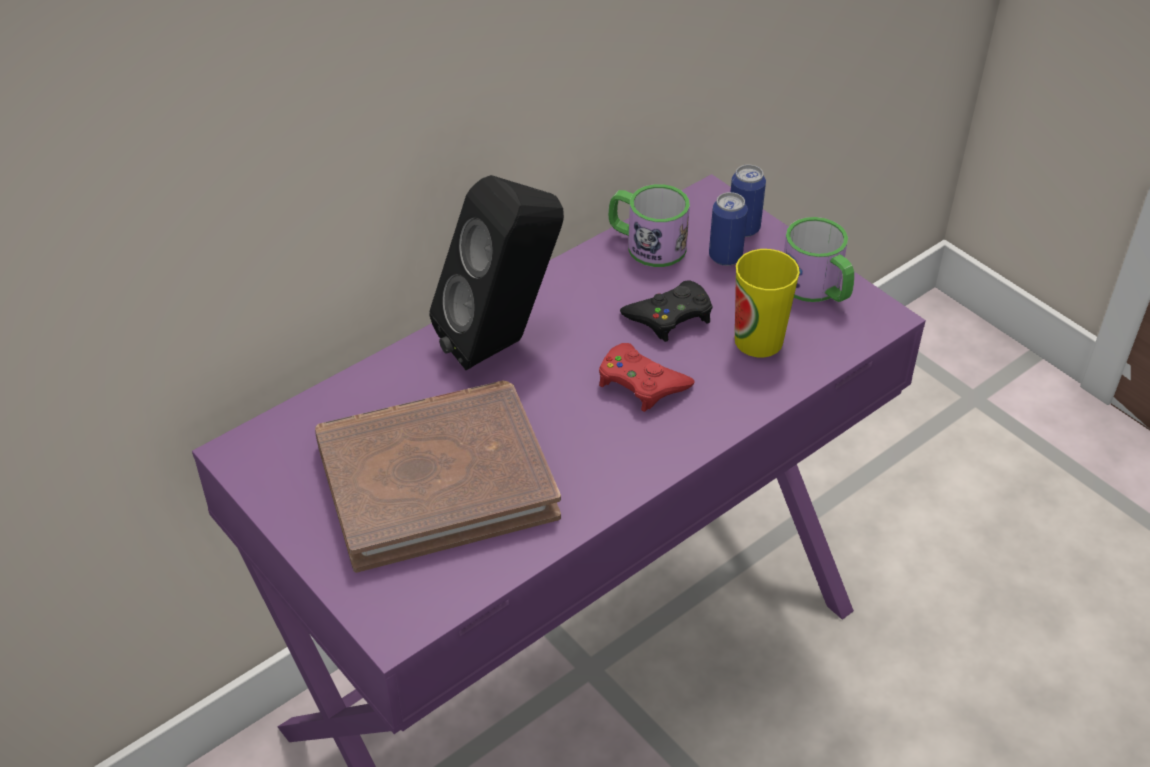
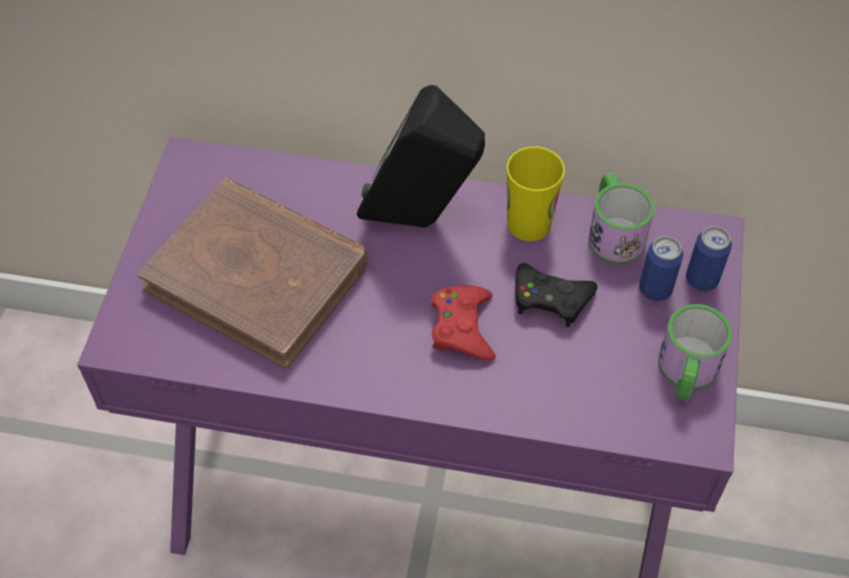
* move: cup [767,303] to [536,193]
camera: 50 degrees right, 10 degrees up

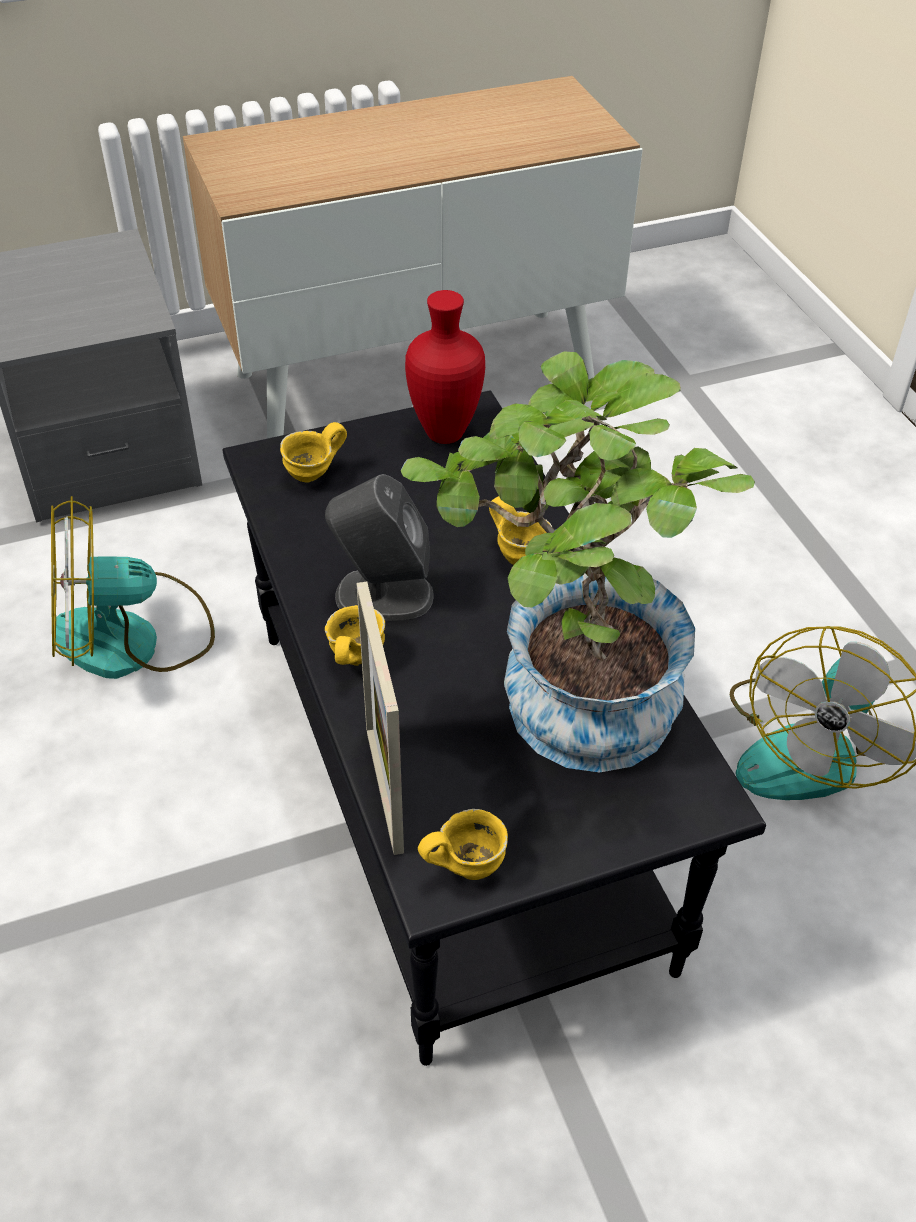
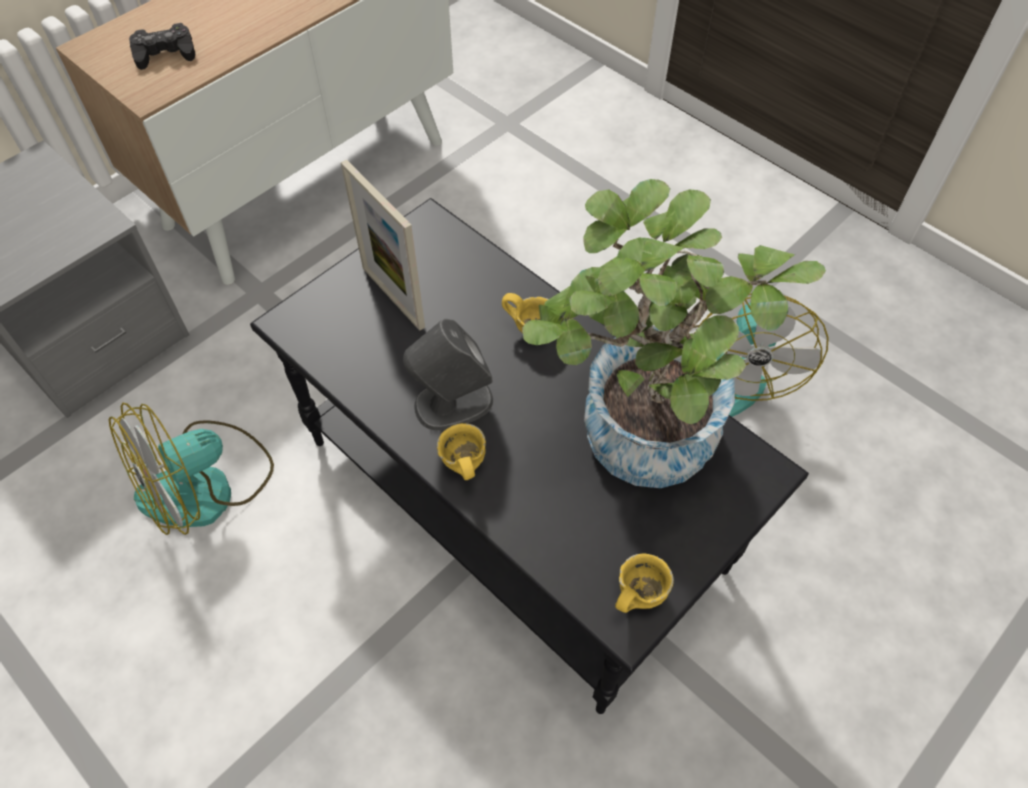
* insert: game controller in black [162,46]
* move: picture frame [380,718] to [383,245]
* delete: mug in yellow [313,452]
* delete: vase in red [445,367]
camera: 25 degrees left, 10 degrees up

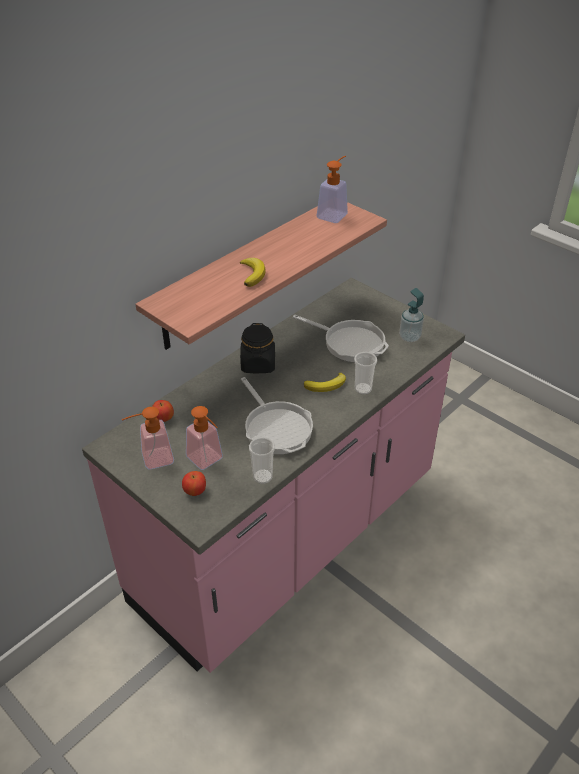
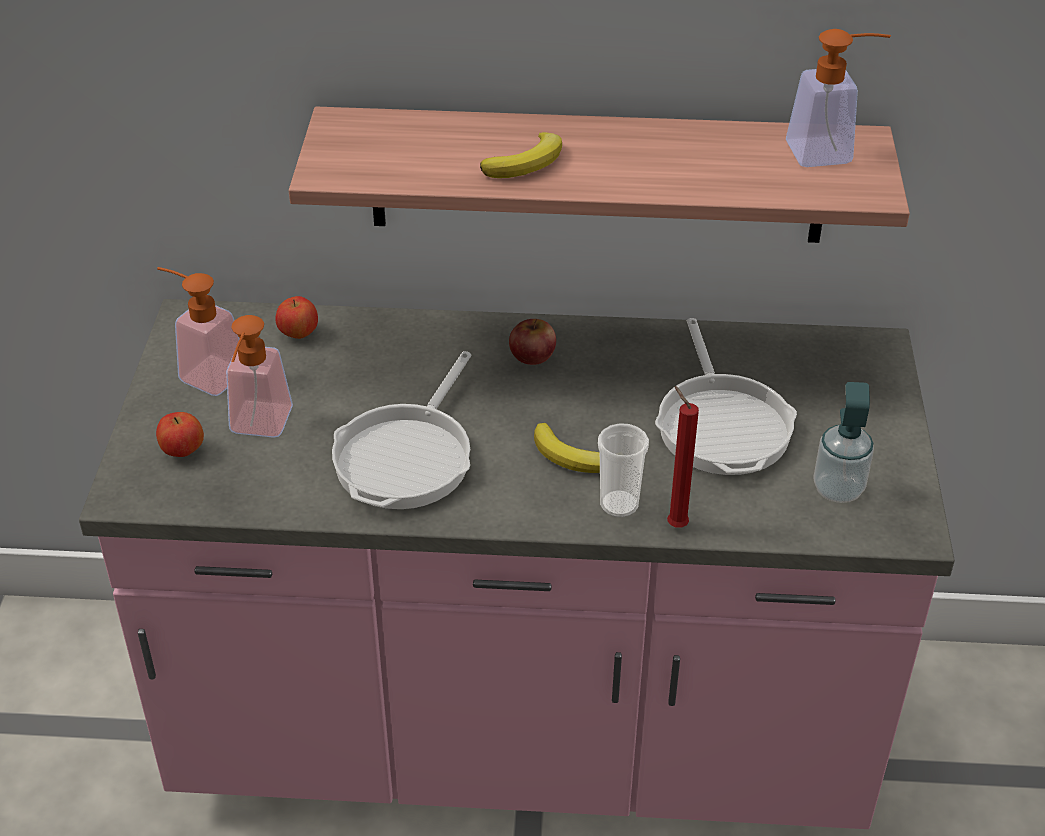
* replace: jar in black [257,348] to apple [532,342]
* insert: candle in red [683,457]
* delete: cup [262,460]
camera: 50 degrees right, 0 degrees up

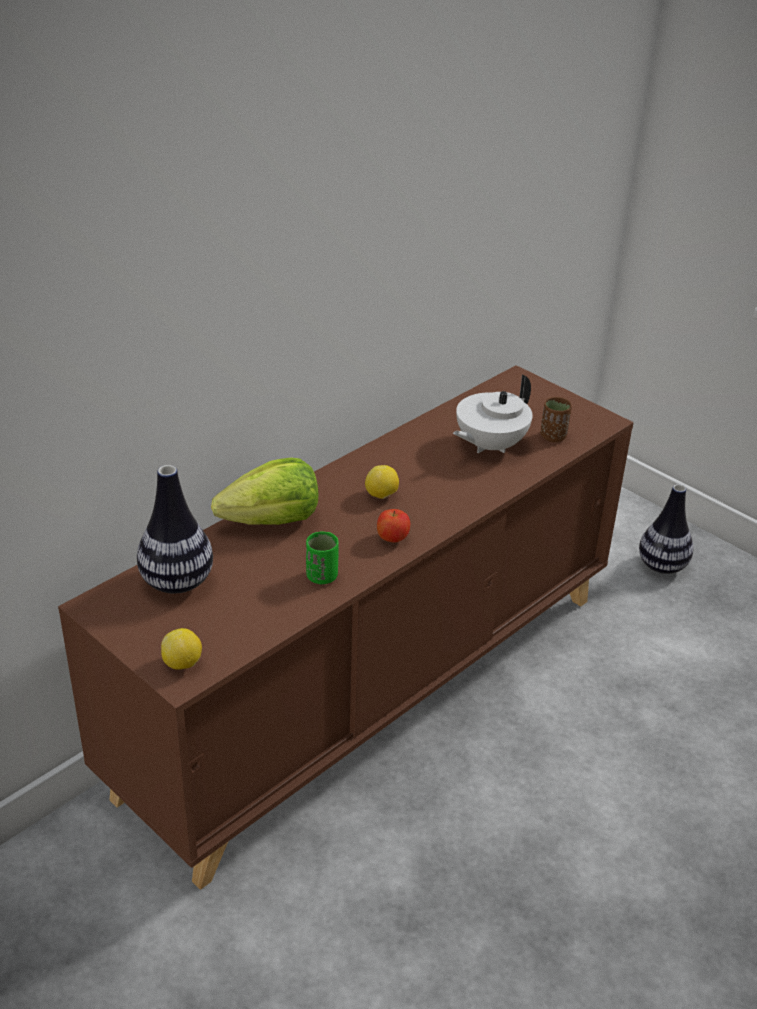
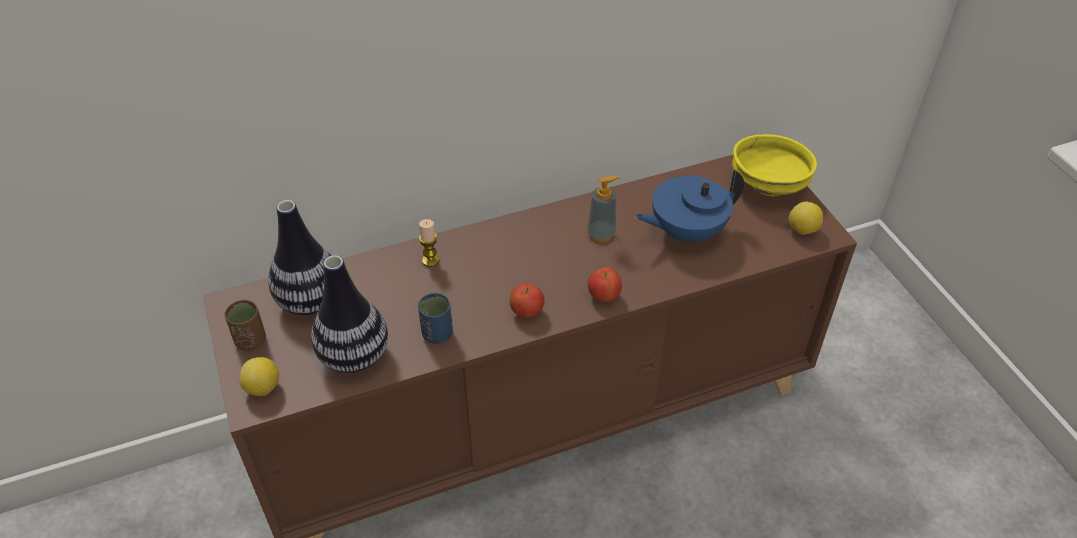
* move: cup in brown [556,419] to [245,325]
* move: vase [666,529] to [349,314]
* recolor: cup in green [322,557] to cup in blue [435,318]
* replace: lettuce [264,491] to candle [429,243]
* insert: soap dispenser [603,208]
* insert: apple [605,284]
* recolor: teapot in white [493,413] to teapot in blue [689,207]
* insert: bowl in yellow [774,165]
* move: lemon [382,482] to [806,218]
camera: 25 degrees right, 10 degrees up

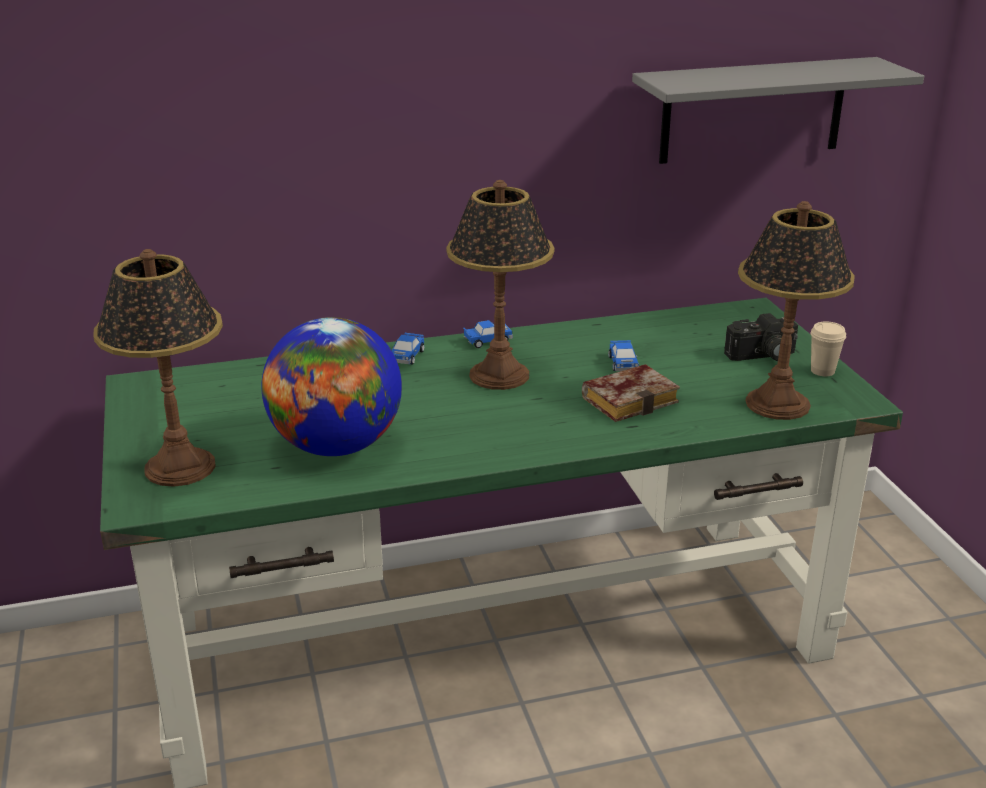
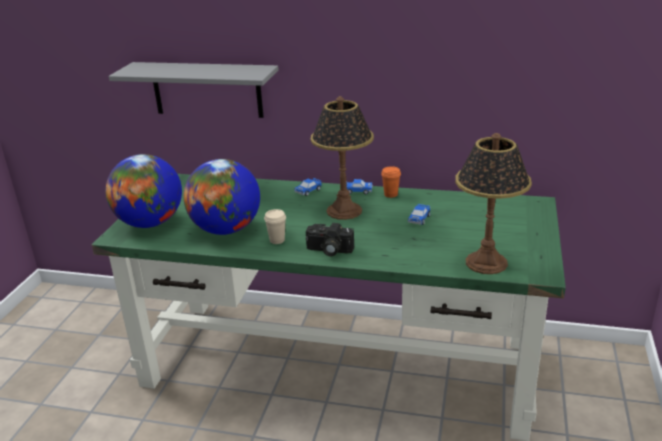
* replace: table lamp [158,368] to globe [144,191]
* move: shelf in grey [778,110] to [194,90]
* move: cup in beige [828,349] to [275,226]
* move: photo camera [761,337] to [330,240]
* insert: cup in orange [391,182]
* delete: book [631,393]
camera: 30 degrees right, 0 degrees up

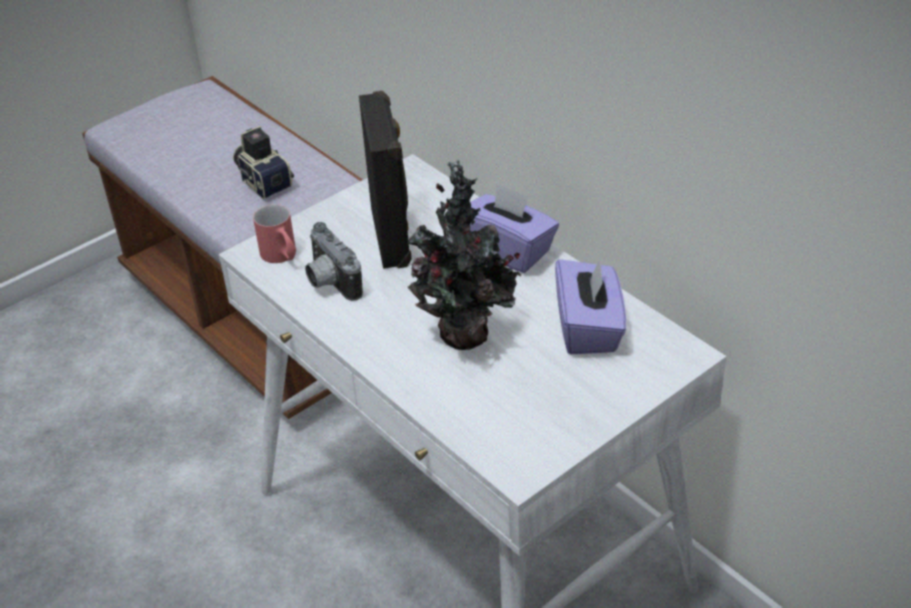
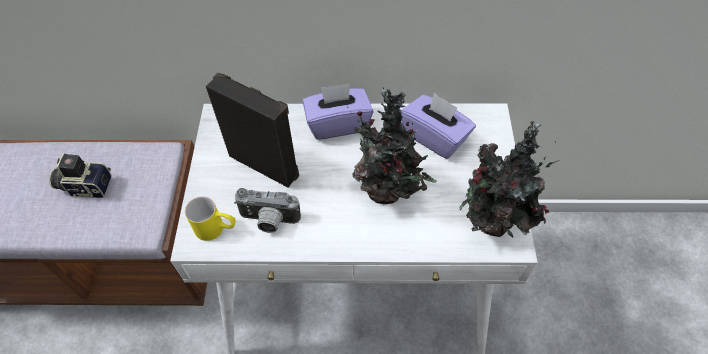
* recolor: mug in red [274,233] to mug in yellow [210,218]
* insert: potted plant [509,179]
camera: 50 degrees left, 15 degrees up

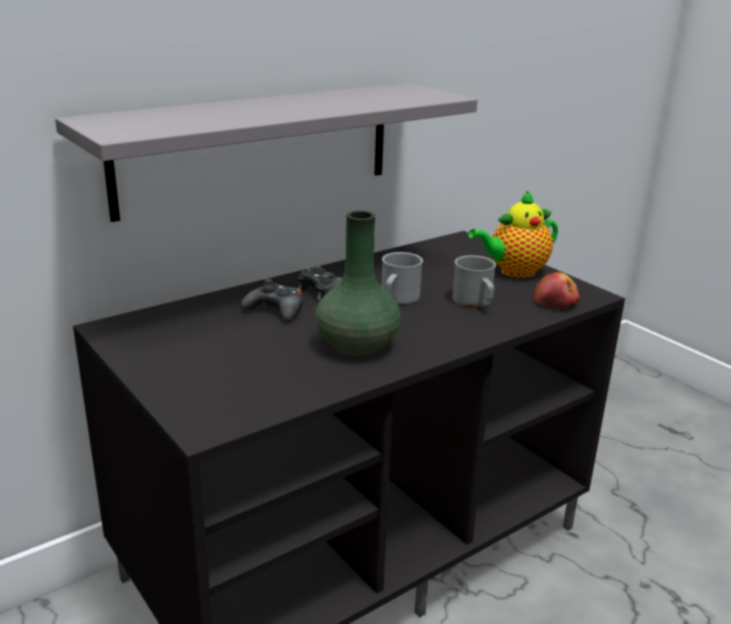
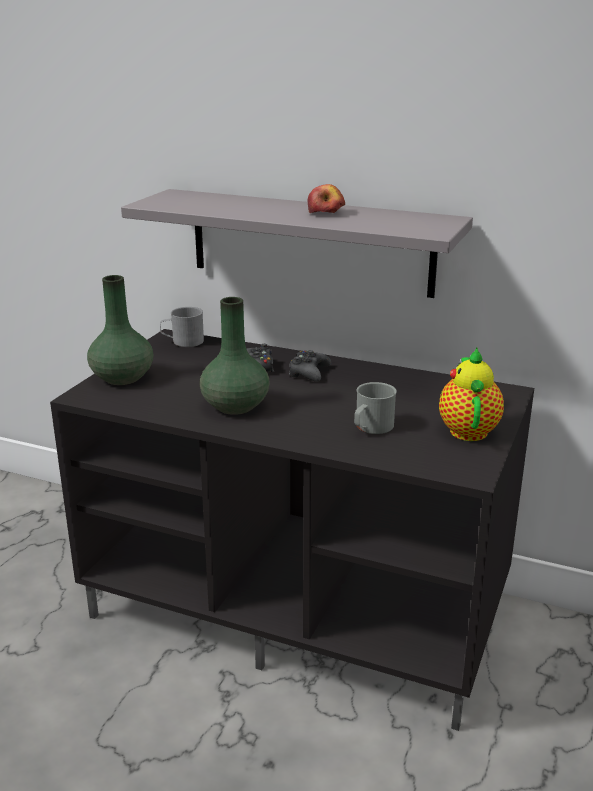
* insert: vase in green [120,330]
* move: mug in grey [402,278] to [182,327]
* move: apple [556,290] to [326,198]
* rotate: teapot [513,234] = [471,394] 60 degrees clockwise
camera: 60 degrees right, 0 degrees up

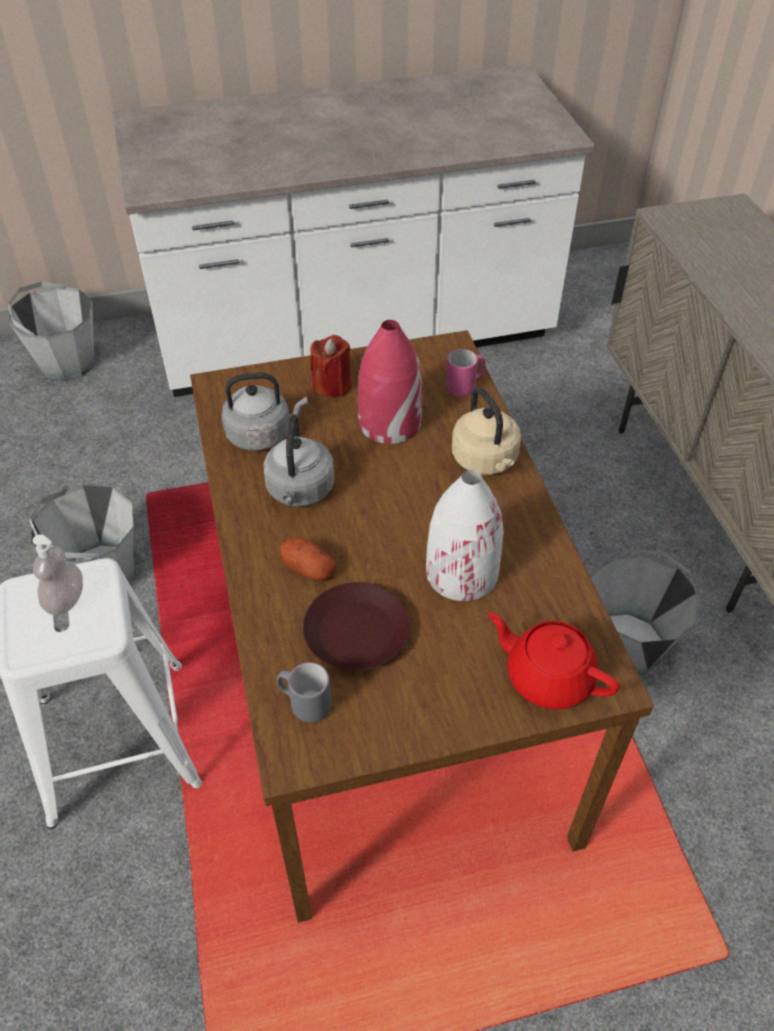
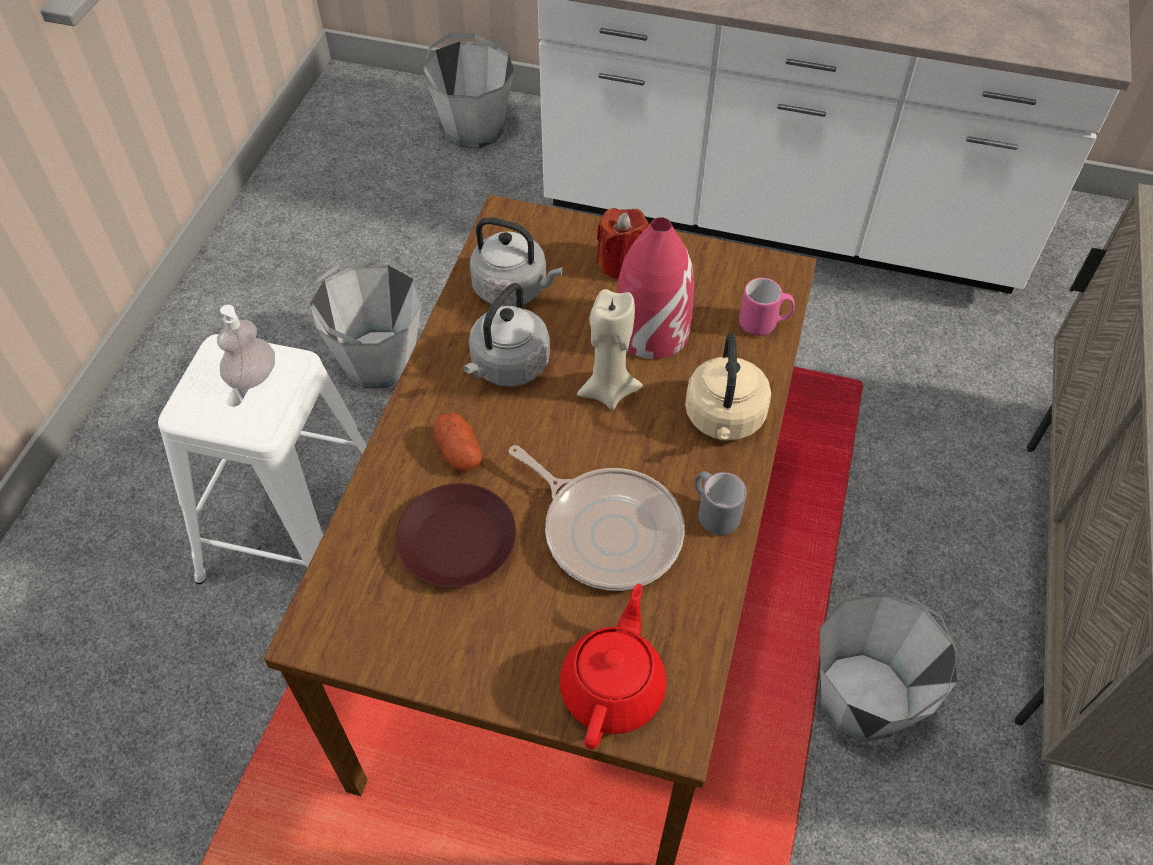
* replace: vase in white [464,535] to frying pan [597,518]
* rotate: teapot in red [553,661] = [612,666] 45 degrees clockwise
* insert: candle in beige [610,349]
* move: mug in grey [304,692] to [721,503]
camera: 30 degrees right, 5 degrees up

